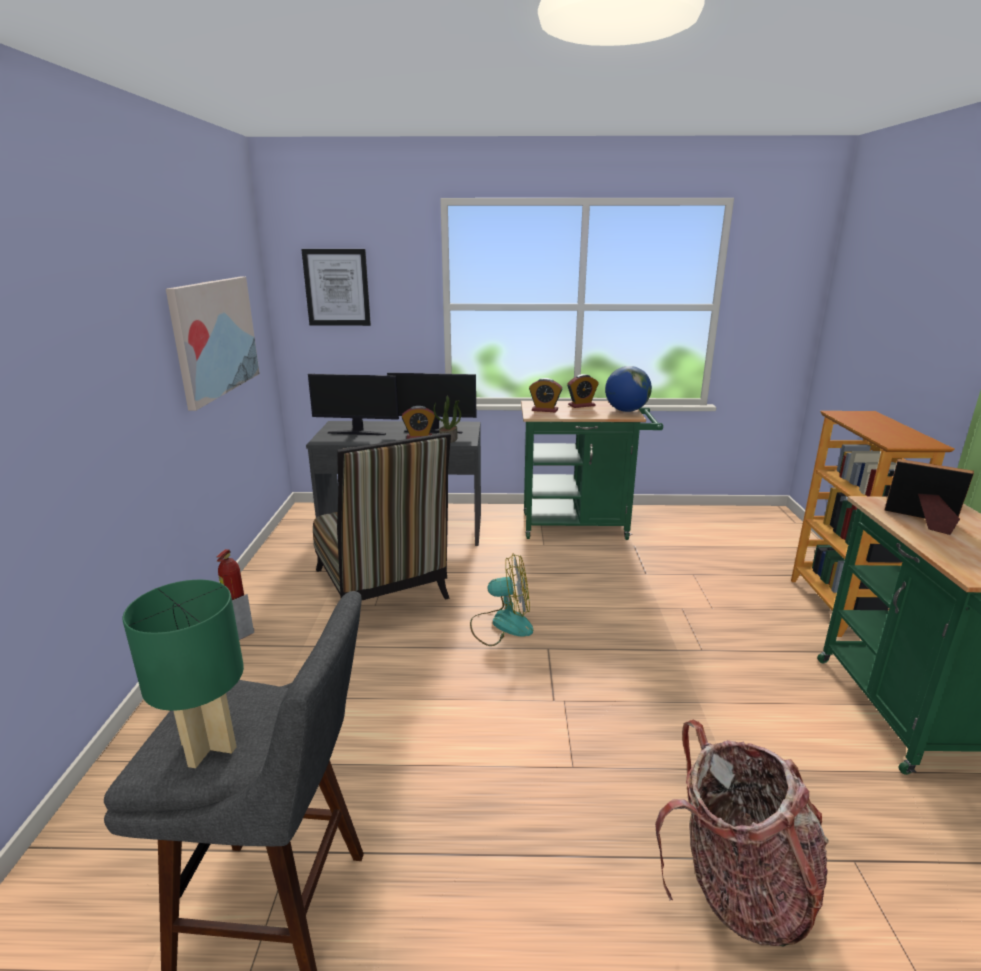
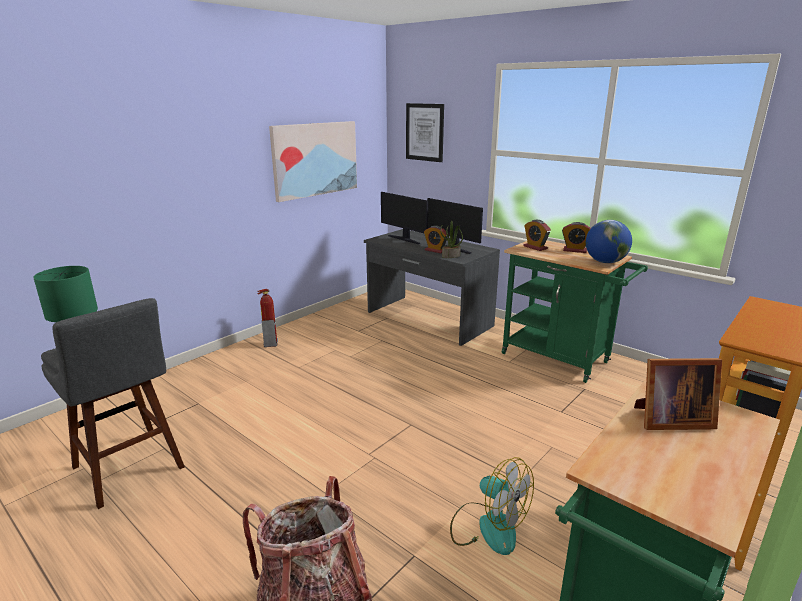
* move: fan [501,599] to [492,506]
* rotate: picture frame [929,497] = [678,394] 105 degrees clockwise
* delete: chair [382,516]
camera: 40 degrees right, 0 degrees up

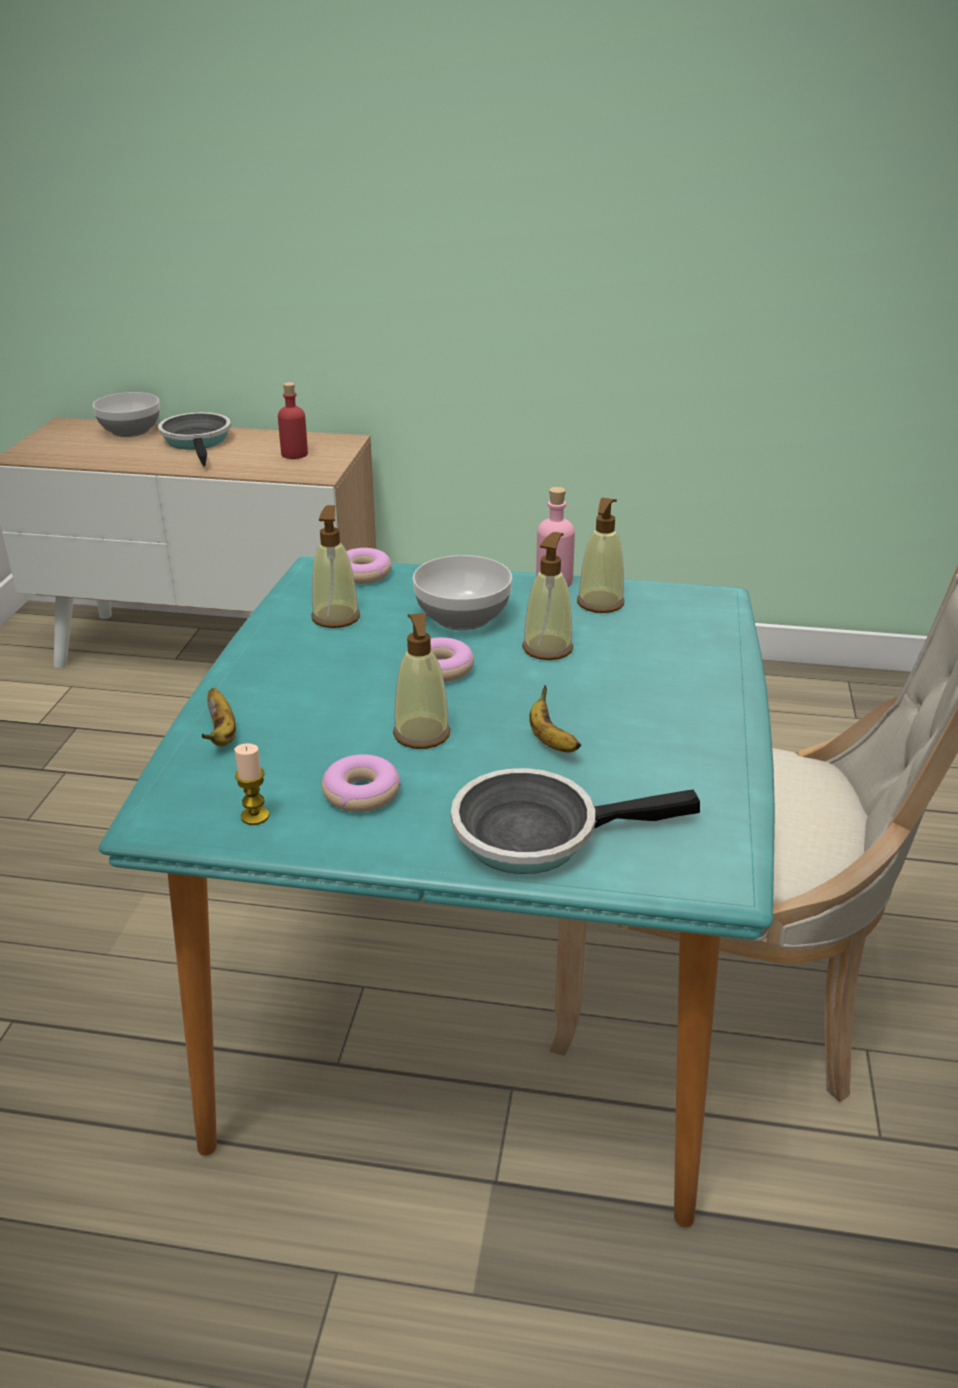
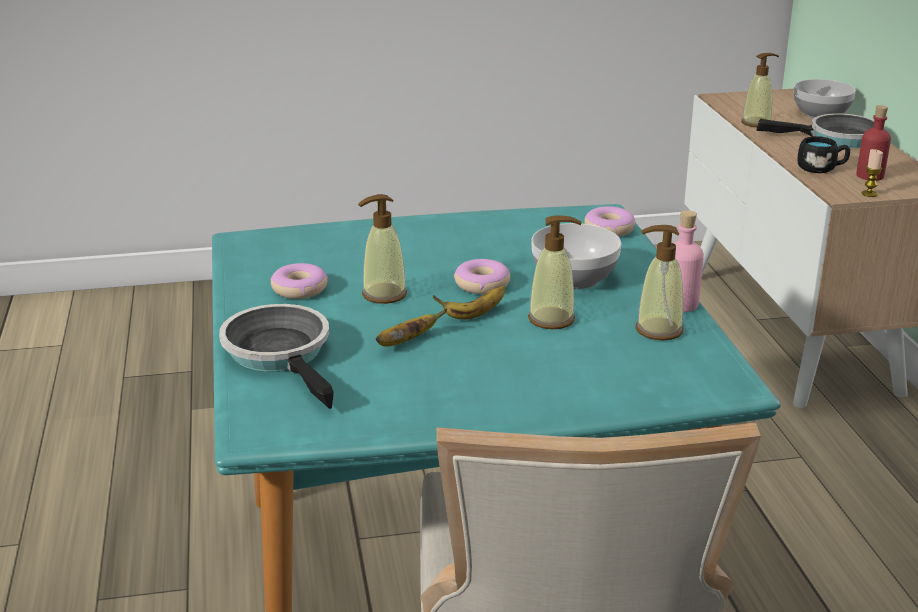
* move: banana [219,717] to [469,303]
* move: soap dispenser [335,566] to [760,90]
* rotate: frying pan [194,439] = [815,130] 45 degrees clockwise
* insert: mug in black [823,154]
* move: candle [251,784] to [872,173]
camera: 70 degrees right, 5 degrees down

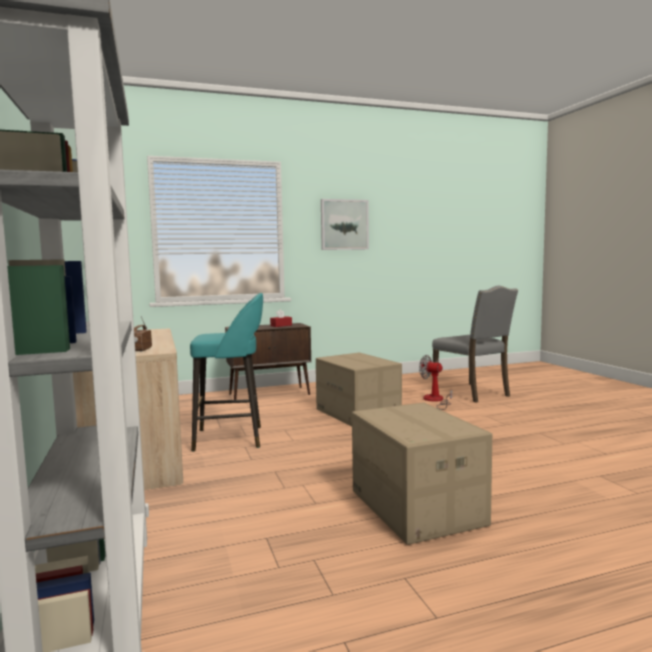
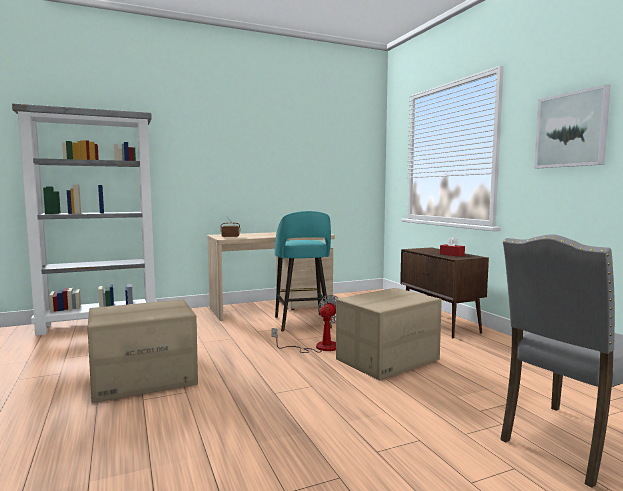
* move: fan [435,382] to [305,324]
camera: 85 degrees right, 0 degrees up

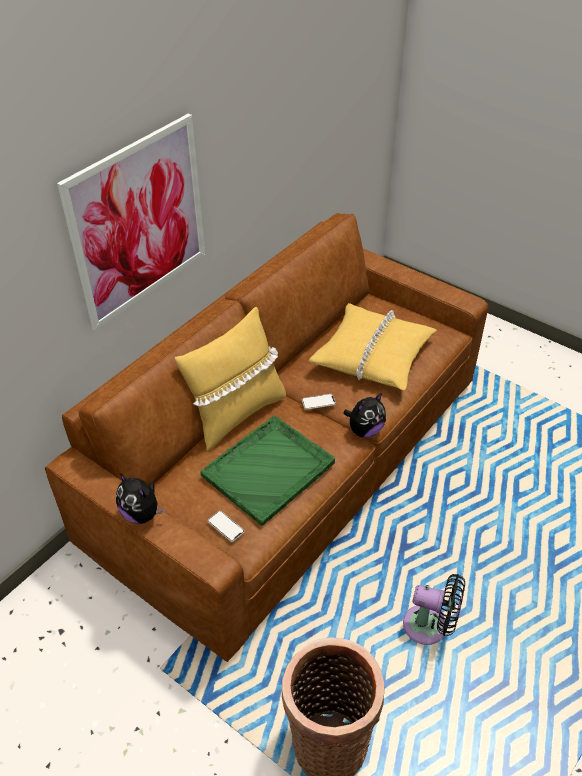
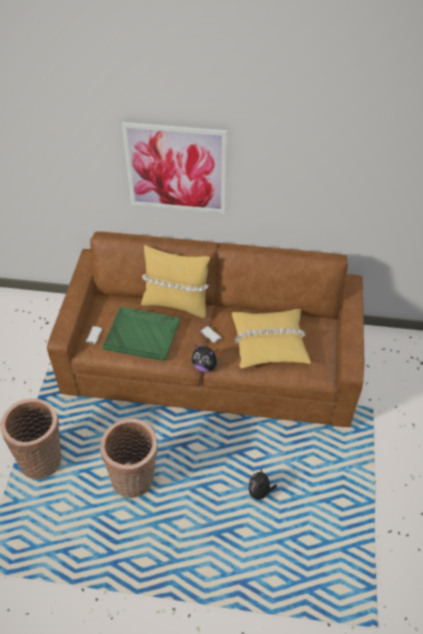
* replace: fan in black [434,609] to basket [129,458]
* move: plush toy [140,498] to [262,486]
camera: 60 degrees right, 5 degrees up

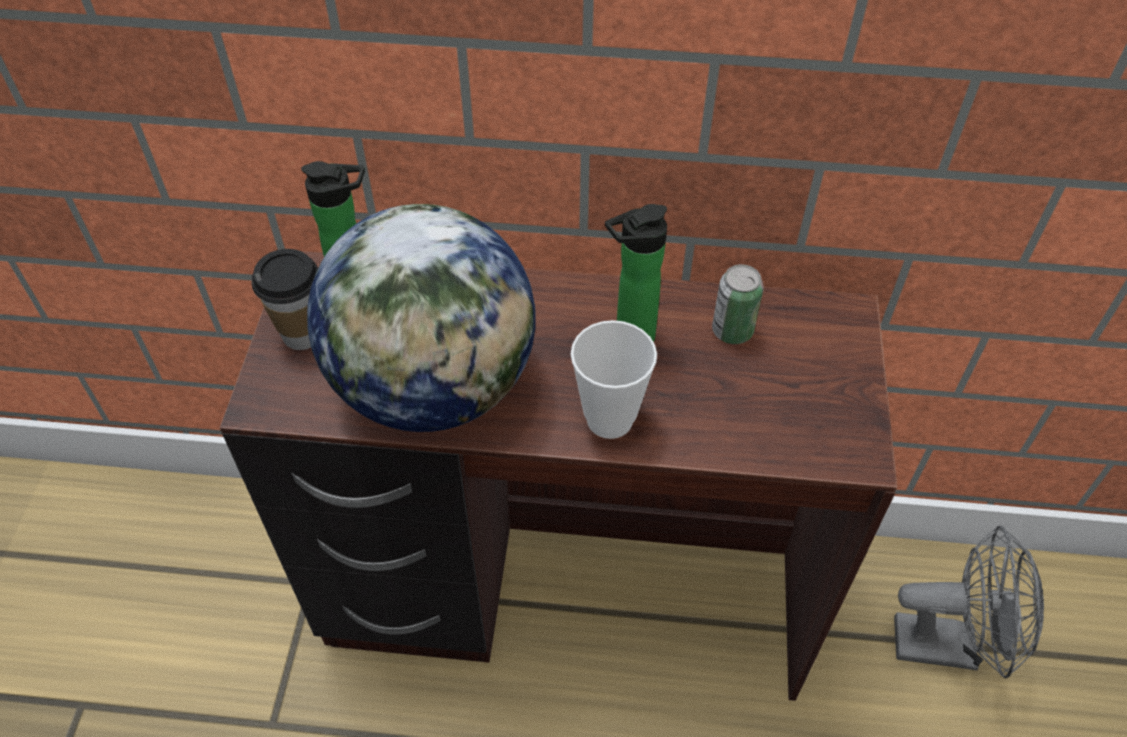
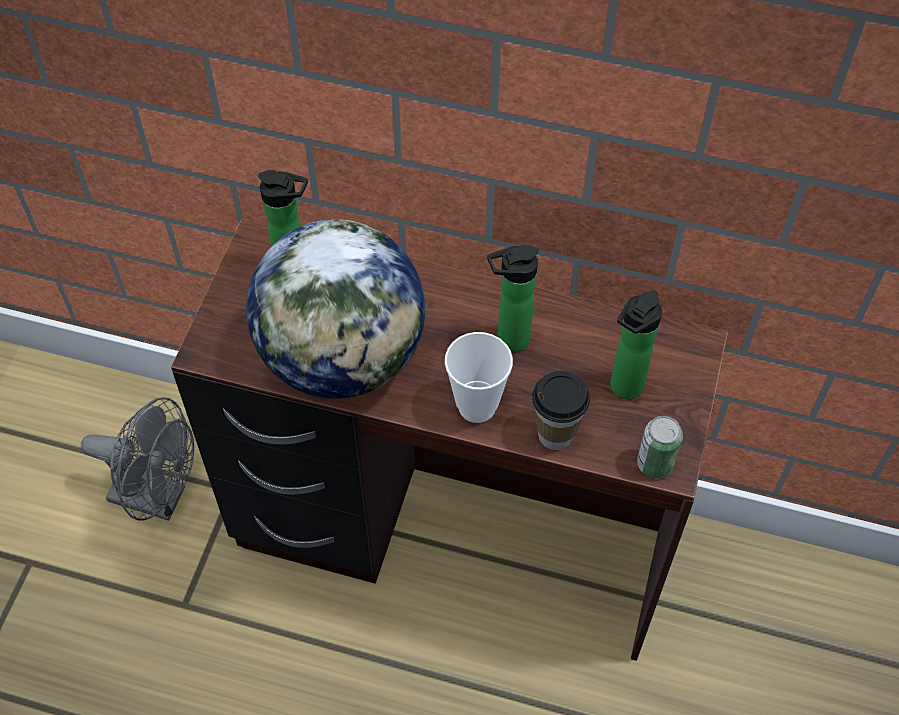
* move: fan in grey [969,602] to [137,459]
* move: cup [284,299] to [561,410]
* insert: bottle [636,344]
* move: can [738,304] to [660,447]
camera: 10 degrees right, 5 degrees up

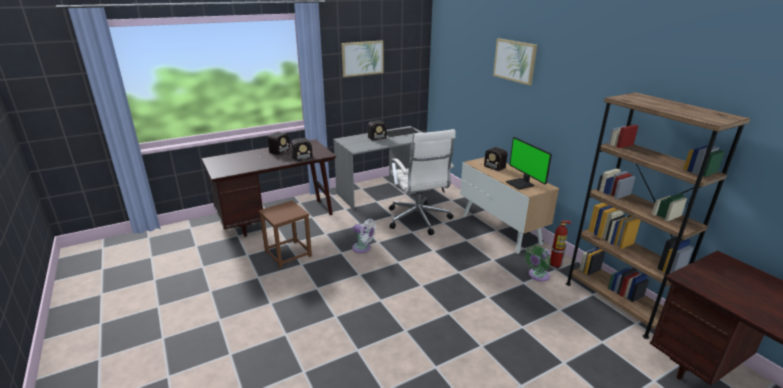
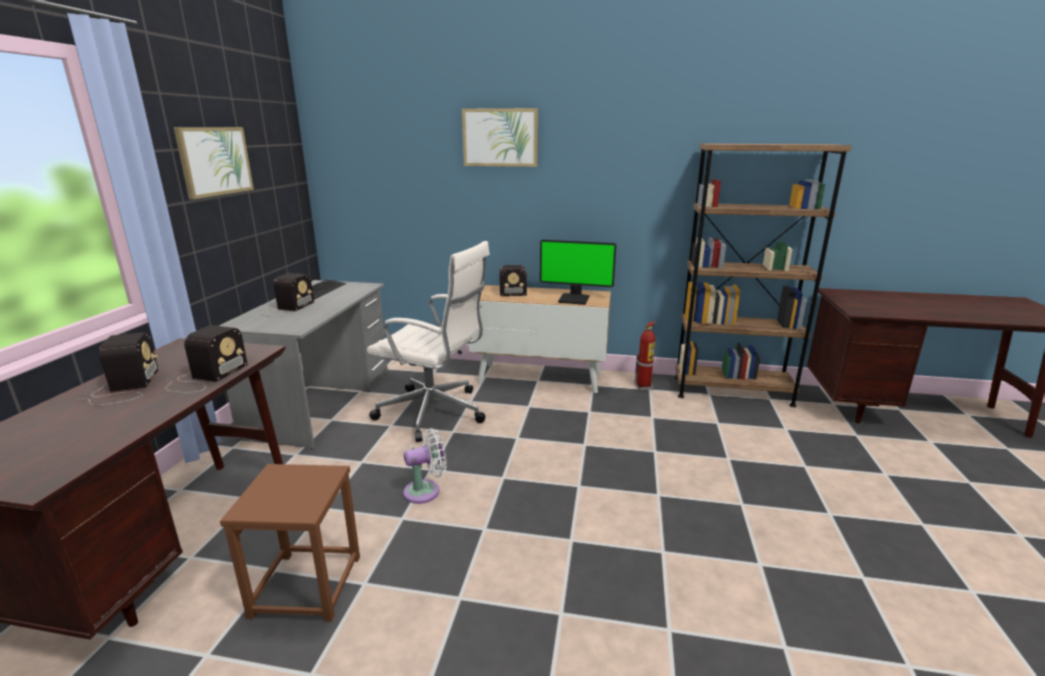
* delete: fan in green [538,263]
camera: 50 degrees left, 5 degrees down

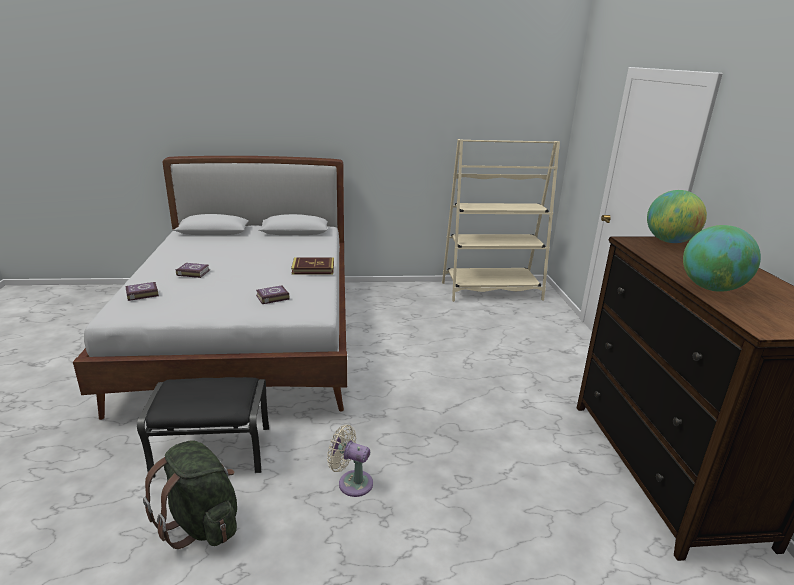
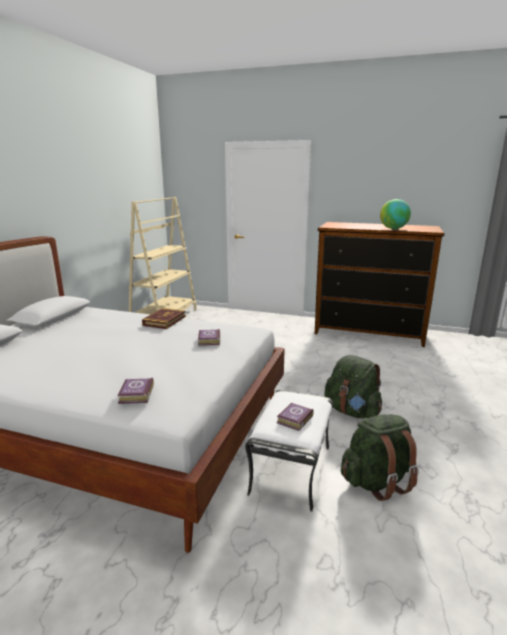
* recolor: ottoman in black [203,427] to ottoman in white [289,451]
* move: book [193,270] to [295,417]
* replace: fan in beige [350,461] to backpack in green [353,386]
* delete: globe [677,216]
camera: 65 degrees left, 5 degrees down

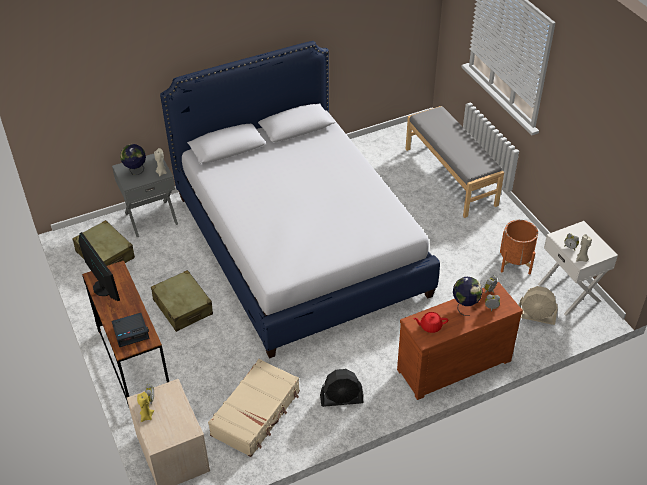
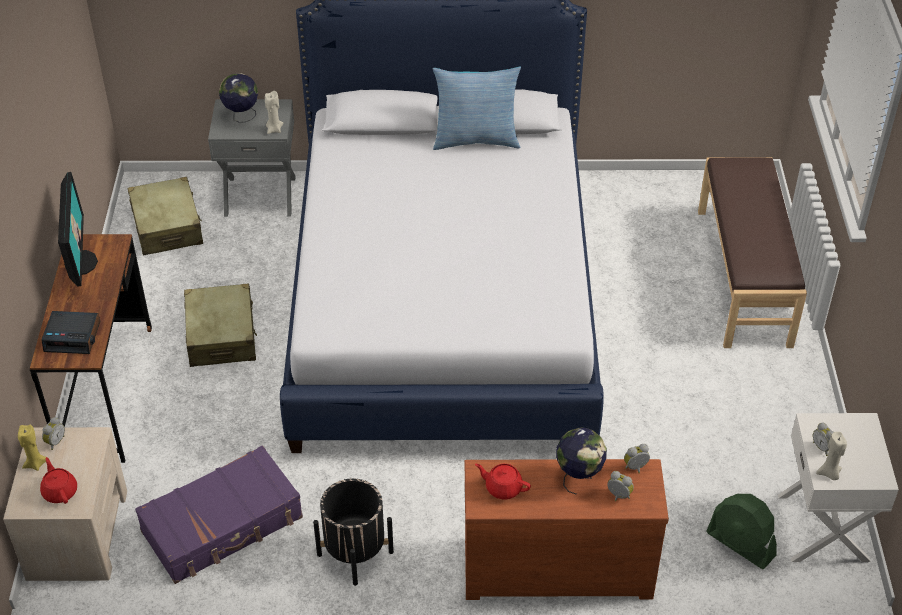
* insert: teapot in red [58,480]
* recolor: suitcase in beige [254,408] to suitcase in purple [219,515]
* replace: fan in black [341,388] to planter in black [353,532]
* insert: pillow [477,108]
* recolor: bench in grey [455,162] to bench in brown [752,252]
* recolor: fan in beige [538,305] to fan in green [741,531]
* delete: planter in orange [519,247]
camera: 25 degrees right, 0 degrees up

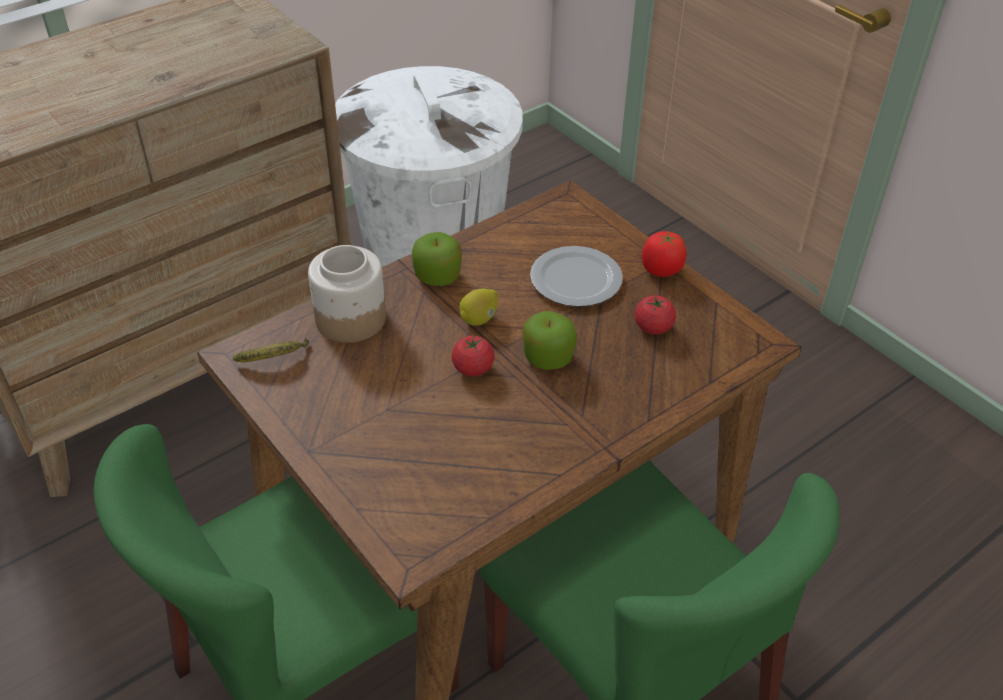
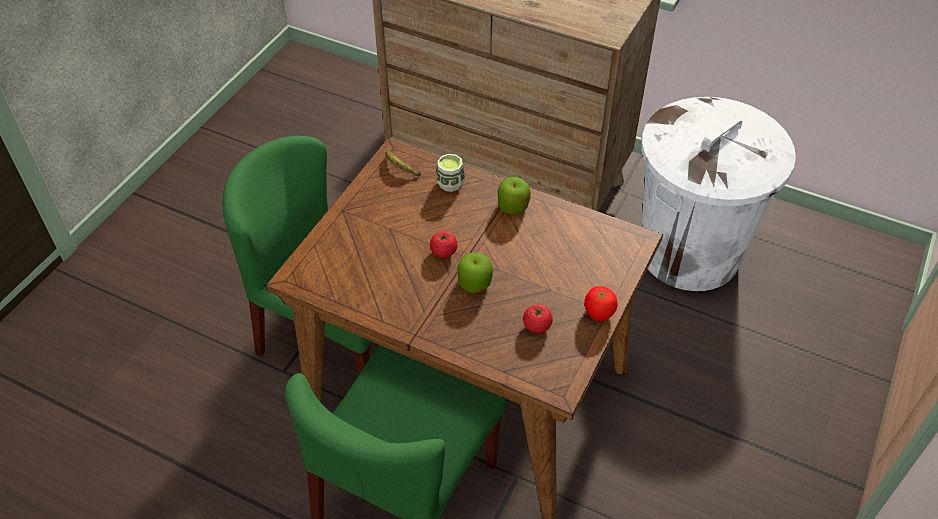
* replace: jar [347,294] to cup [450,173]
* delete: lemon [478,307]
* delete: plate [576,276]
camera: 65 degrees right, 5 degrees up

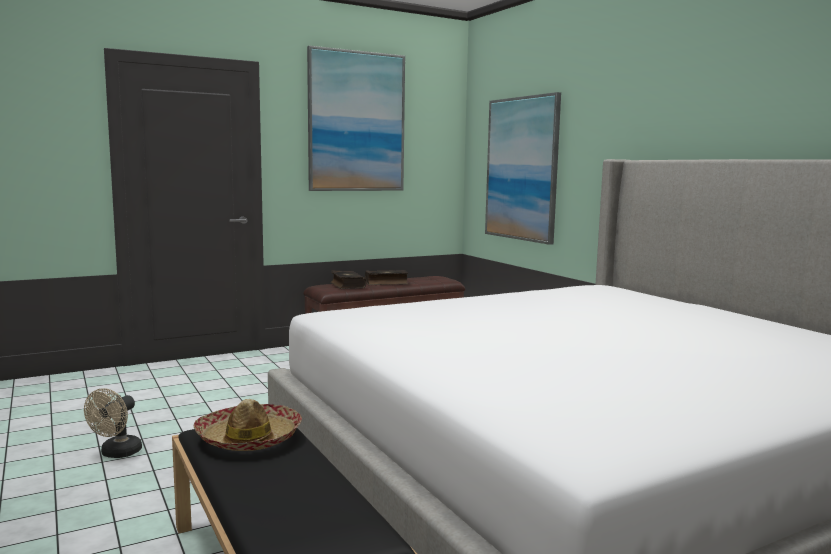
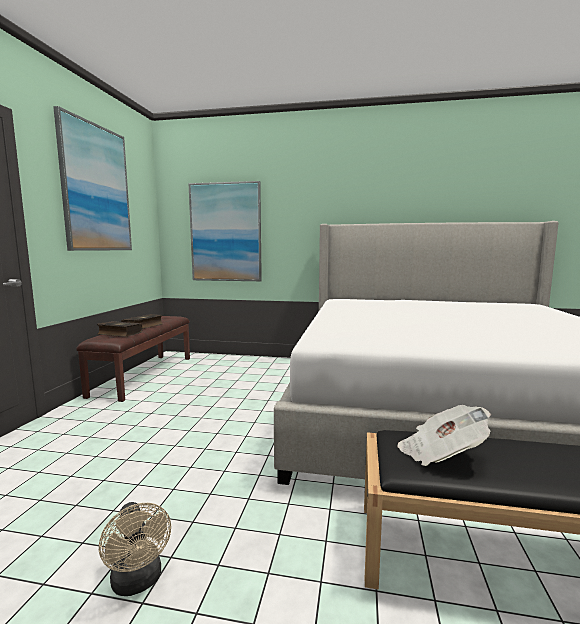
* replace: hat [248,425] to newspaper [444,435]
camera: 50 degrees left, 0 degrees up

